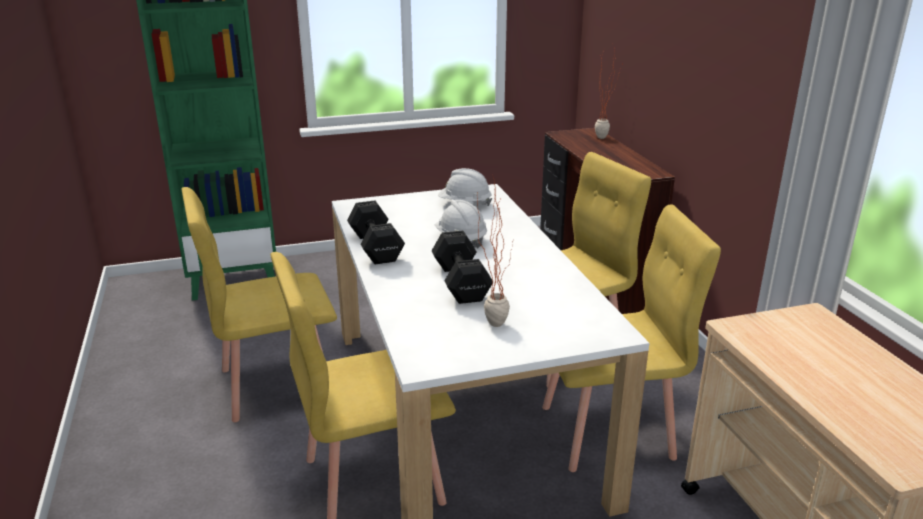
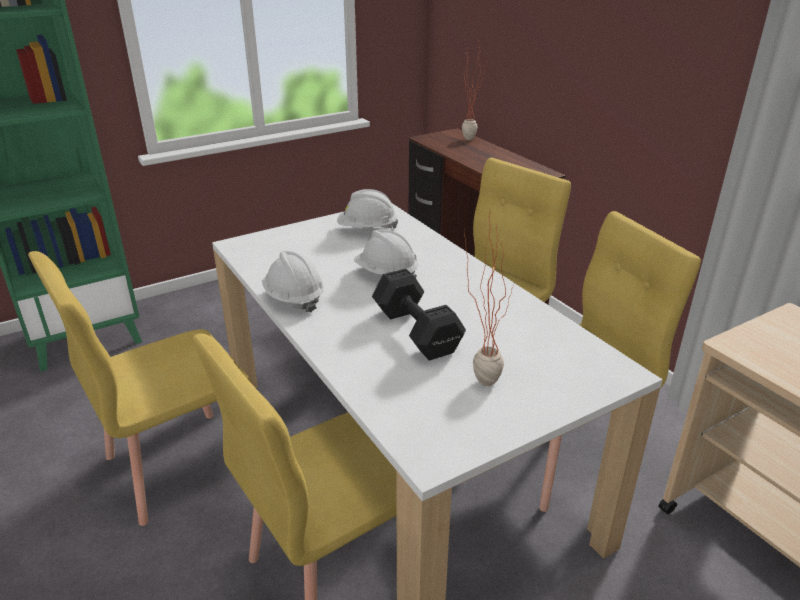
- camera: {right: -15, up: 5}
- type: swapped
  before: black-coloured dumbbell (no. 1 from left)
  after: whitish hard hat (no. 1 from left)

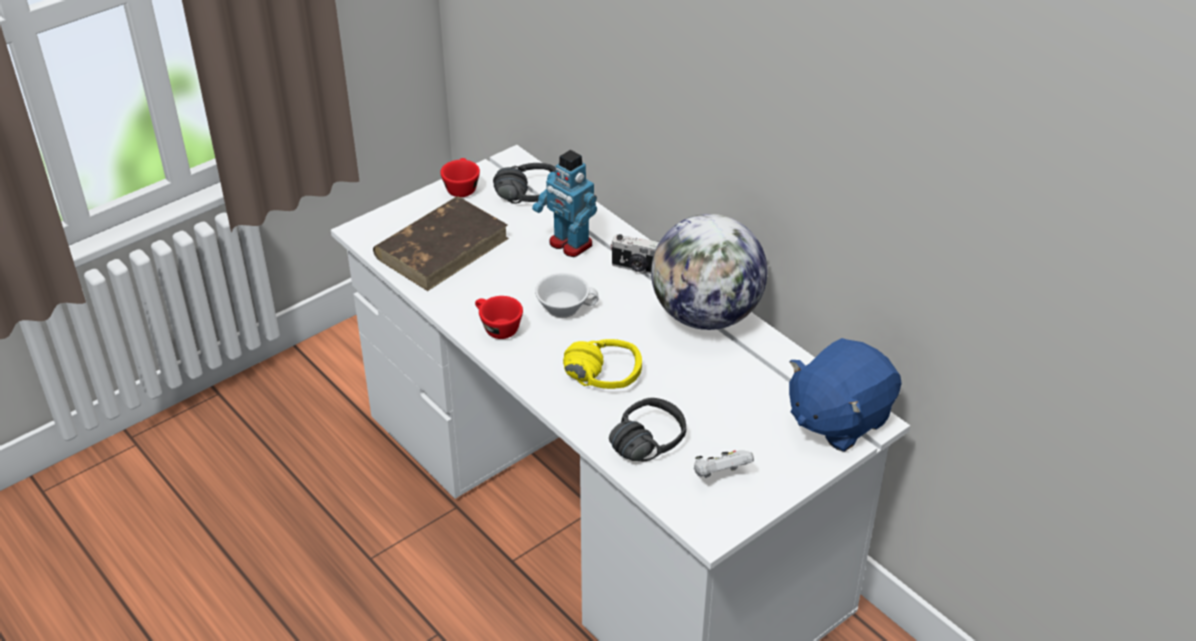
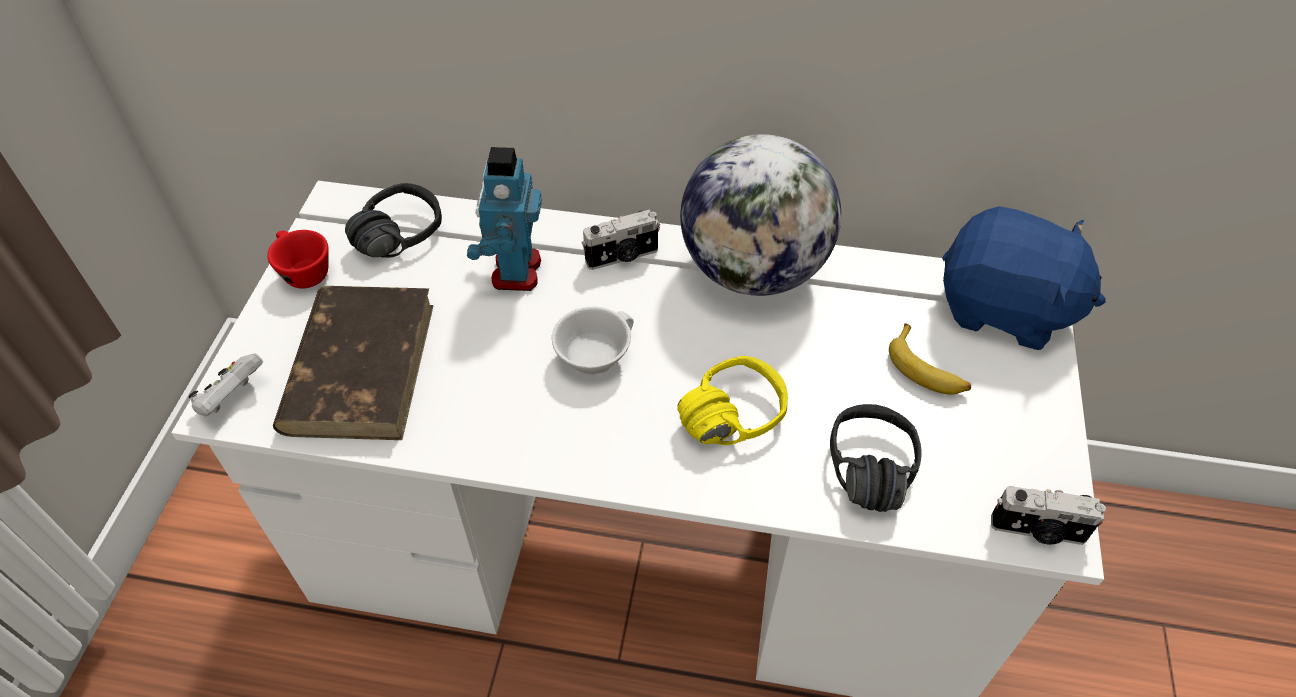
- camera: {right: -40, up: 10}
- type: gone
  before: reddish drinking cup (no. 2 from left)
- type: new
  after: banana
- type: new
  after: still camera (no. 2 from left)
- type: shifted
  before: whitish gamepad
- type: rotated
  before: robot figure
  turn: 90
- type: rotated
  before: bluish plush toy
  turn: -75

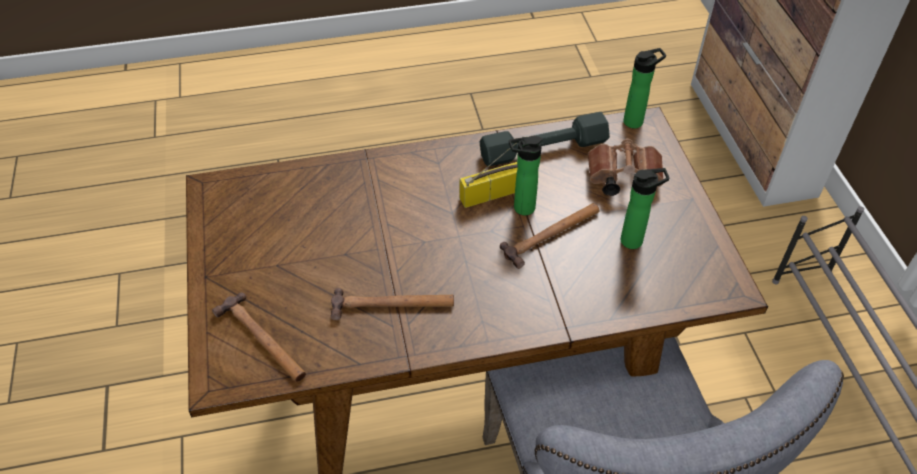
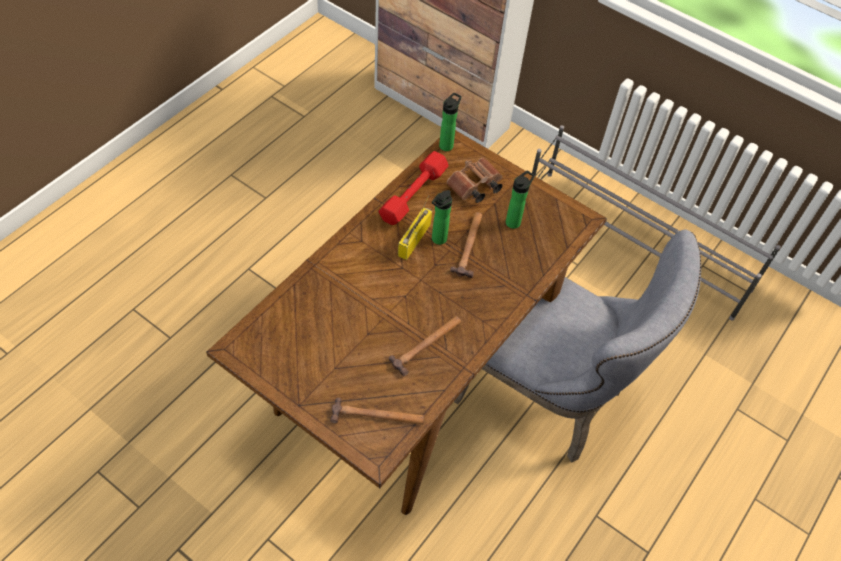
- camera: {right: -45, up: 5}
- type: repainted
  before: grey dumbbell
  after: reddish dumbbell

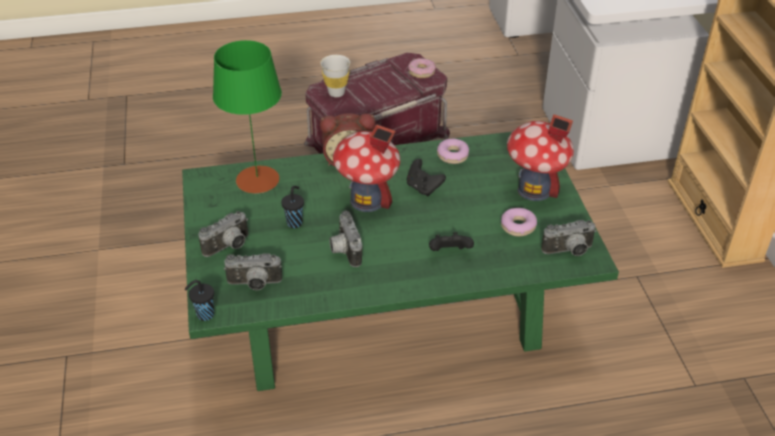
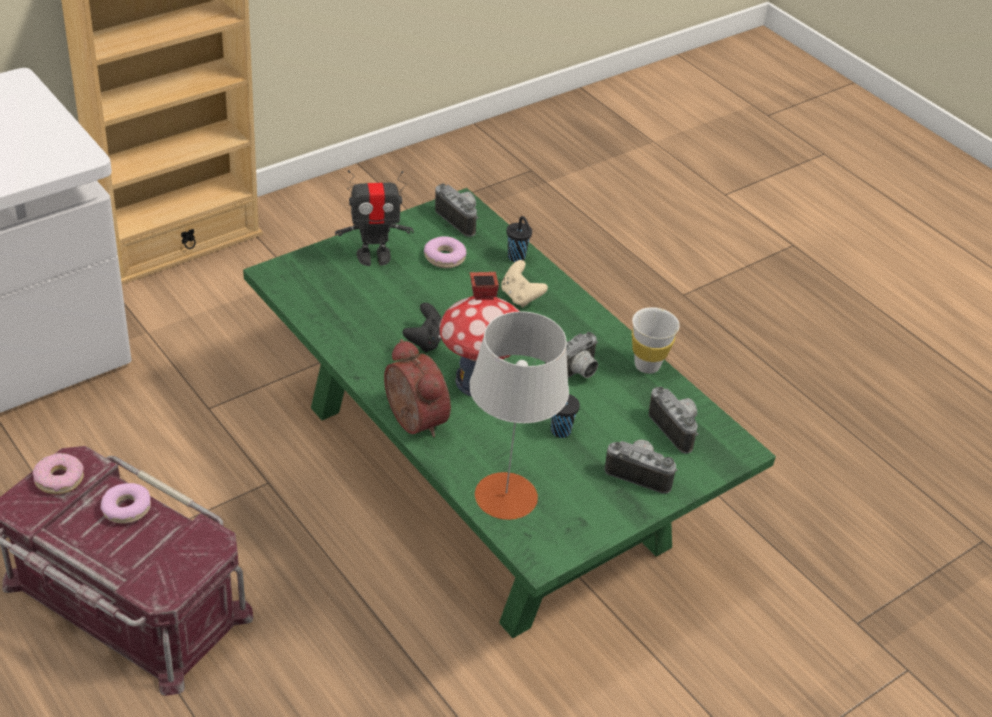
- camera: {right: -120, up: 0}
- type: shifted
  before: black-coloured drinking cup (no. 1 from left)
- type: shifted
  before: whitish drinking cup
- type: shifted
  before: ring doughnut (no. 2 from left)
- type: swapped
  before: miniature house (no. 2 from left)
  after: robot figure
- type: repainted
  before: green-coloured table lamp
  after: grey table lamp
- type: repainted
  before: black-coloured gamepad (no. 2 from left)
  after: beige gamepad

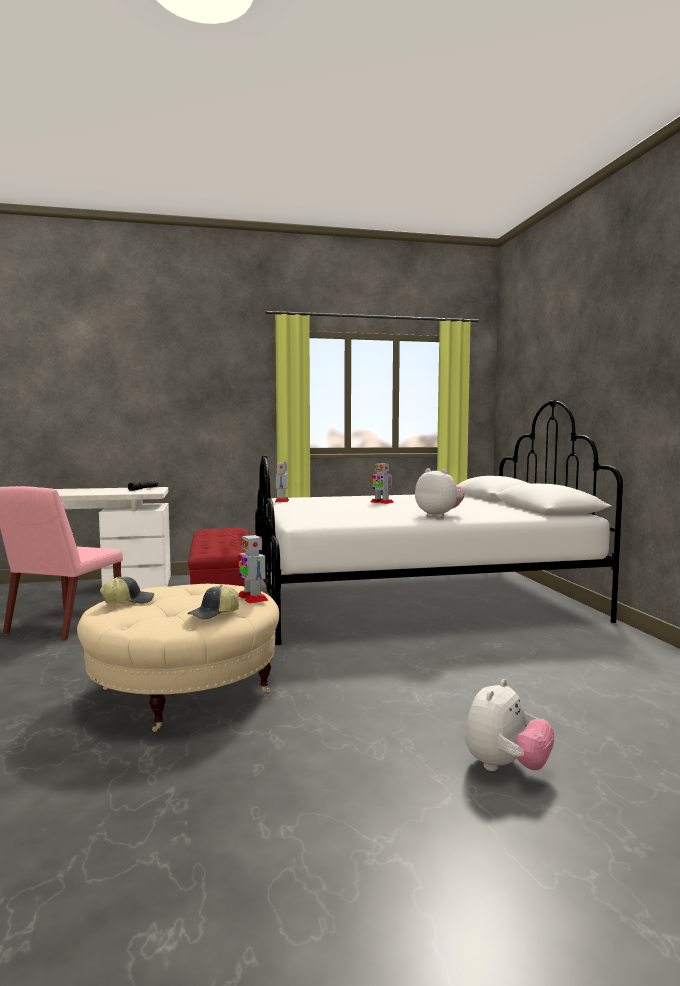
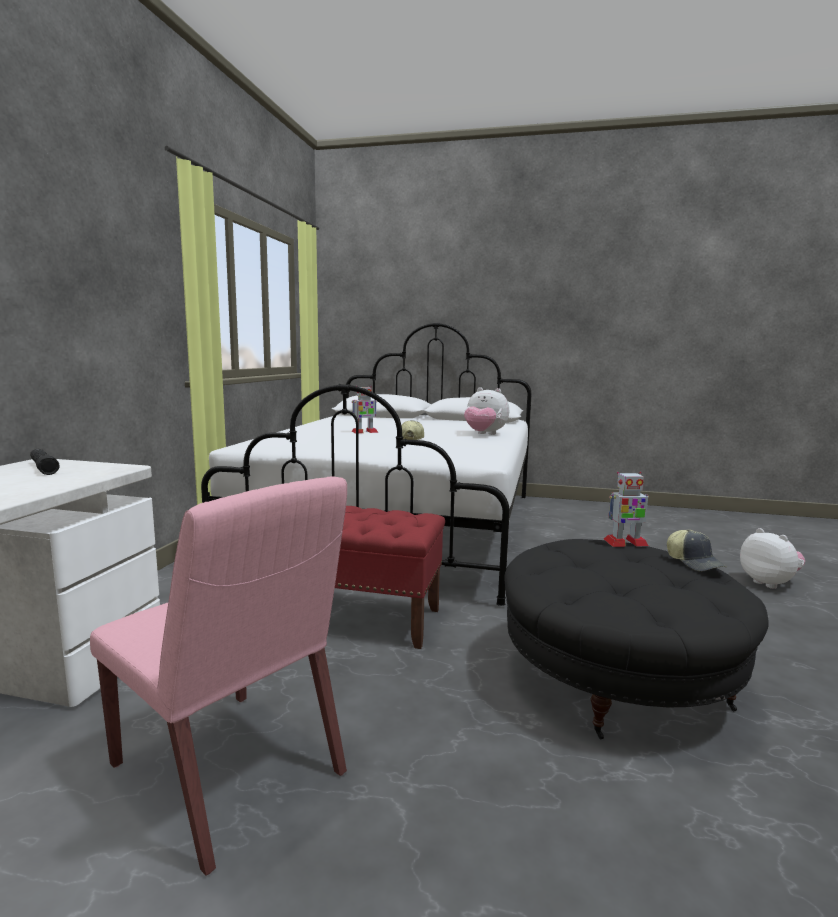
- camera: {right: -65, up: 5}
- type: gone
  before: robot figure (no. 2 from left)
- type: shifted
  before: baseball cap (no. 1 from left)
- type: repainted
  before: beige ottoman
  after: black-coloured ottoman
- type: rotated
  before: plush toy (no. 1 from left)
  turn: -135

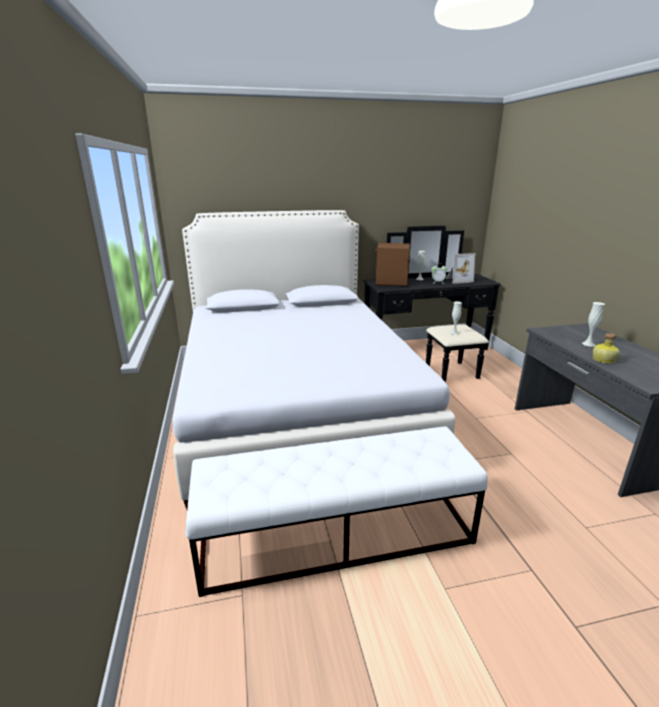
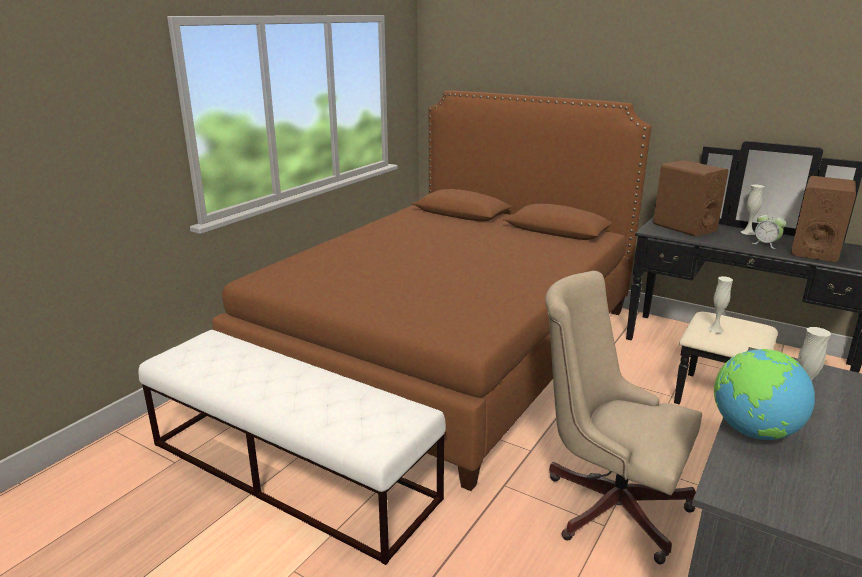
- camera: {right: 45, up: 0}
- type: new
  after: beige desk chair
- type: swapped
  before: standing frame
  after: brown-coloured loudspeaker (no. 2 from left)
- type: swapped
  before: beverage bottle
  after: world globe
- type: repainted
  before: whitish sleeping bed
  after: brown-coloured sleeping bed

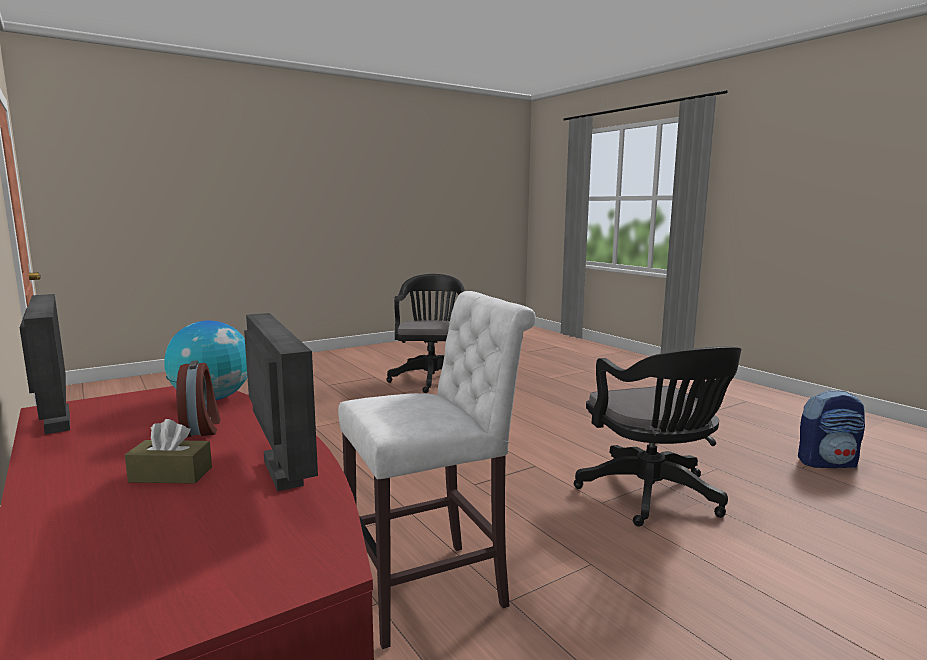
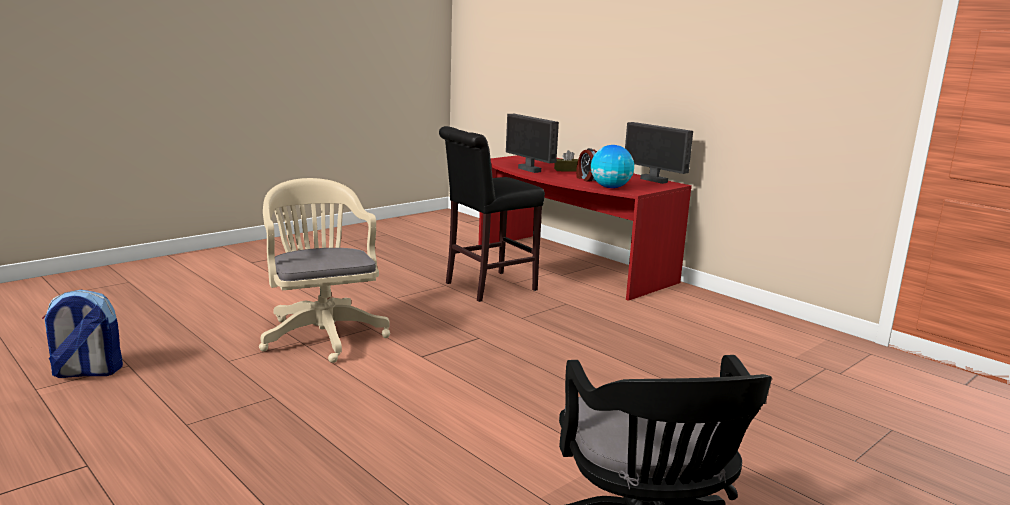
- camera: {right: 170, up: 5}
- type: repainted
  before: whitish stool seat
  after: black-coloured stool seat
- type: repainted
  before: black-coloured desk chair (no. 2 from left)
  after: beige desk chair

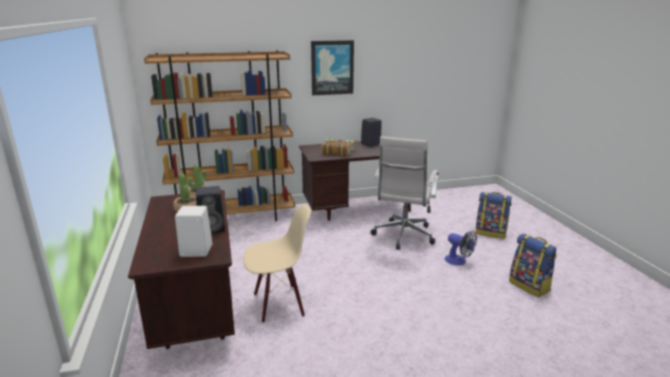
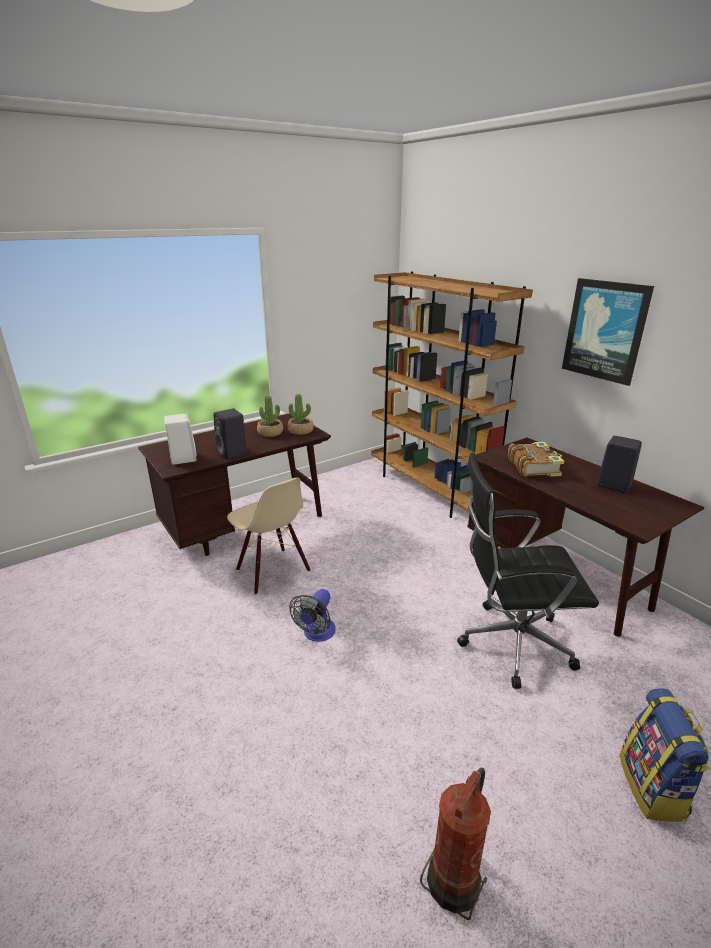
- camera: {right: 70, up: 5}
- type: shifted
  before: fan
- type: swapped
  before: backpack (no. 2 from left)
  after: fire extinguisher
- type: repainted
  before: whitish desk chair
  after: black-coloured desk chair

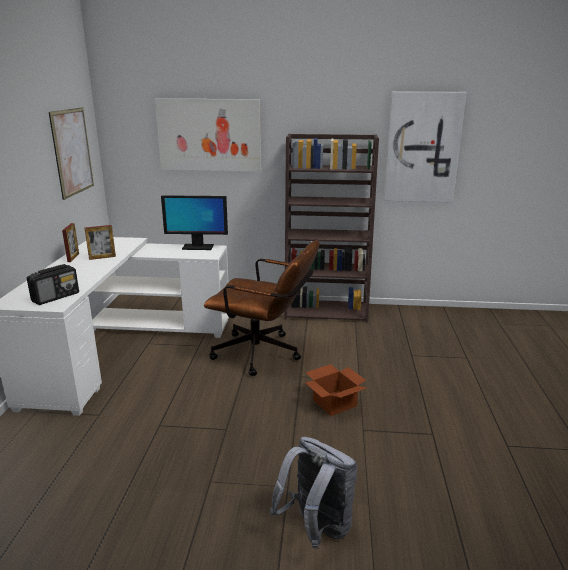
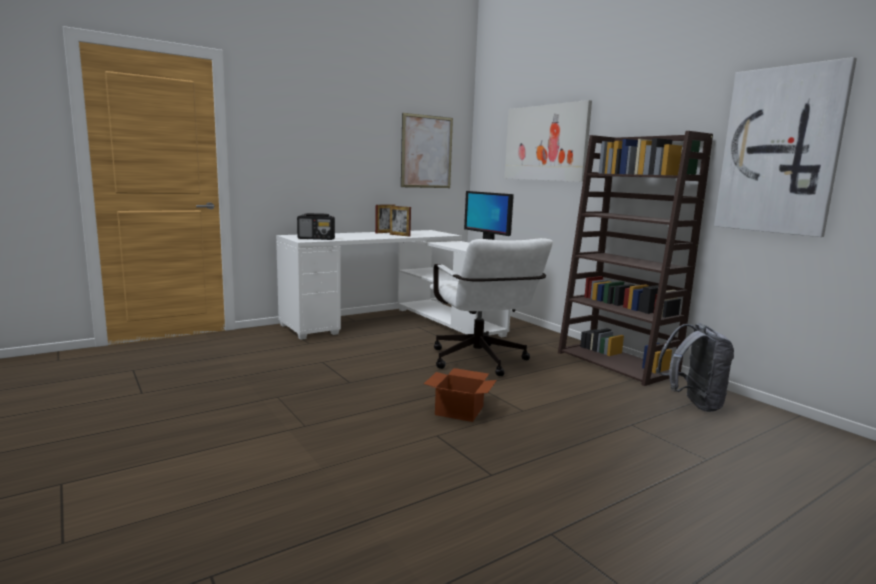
- camera: {right: 50, up: -10}
- type: shifted
  before: grey backpack
- type: repainted
  before: brown-coloured desk chair
  after: whitish desk chair

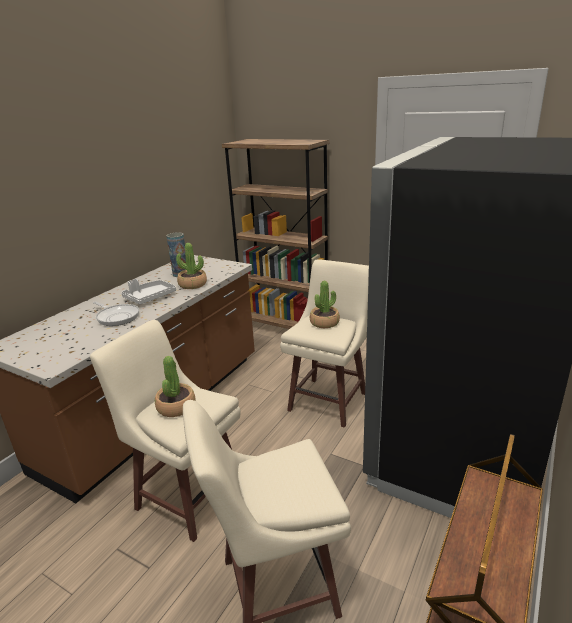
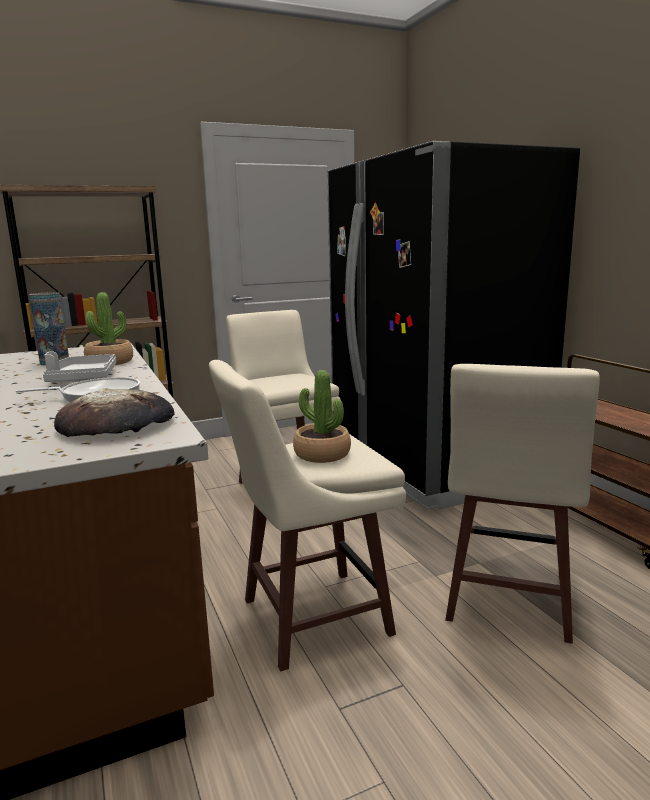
- camera: {right: -55, up: -10}
- type: gone
  before: houseplant (no. 3 from left)
- type: new
  after: baked bread

